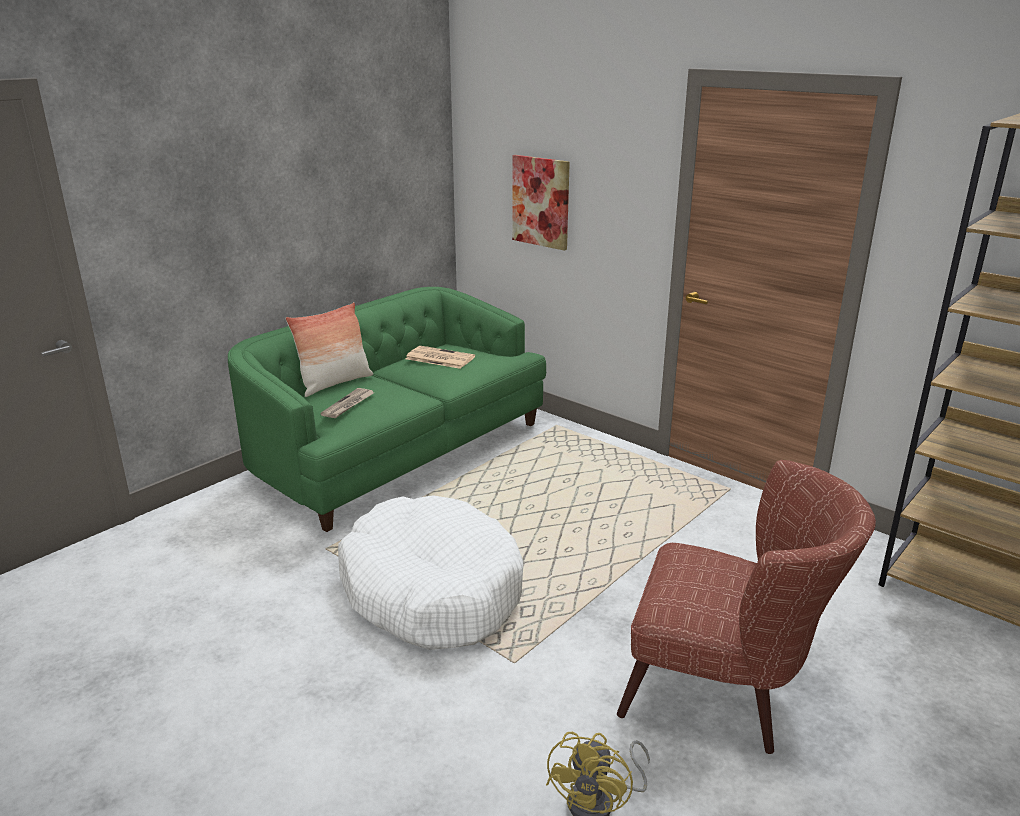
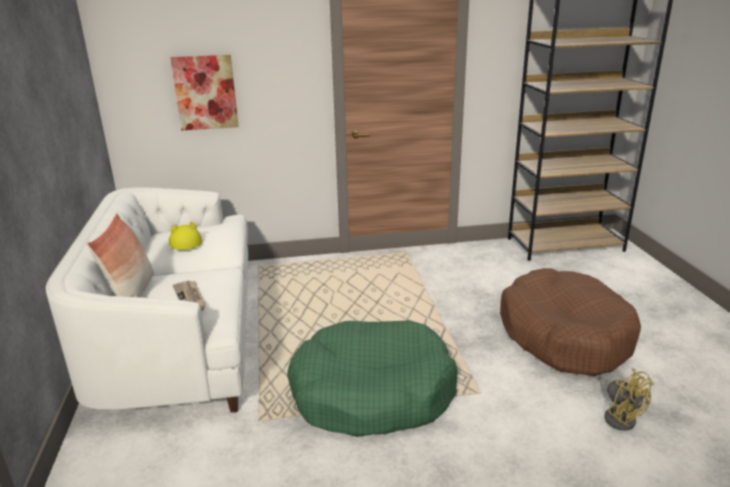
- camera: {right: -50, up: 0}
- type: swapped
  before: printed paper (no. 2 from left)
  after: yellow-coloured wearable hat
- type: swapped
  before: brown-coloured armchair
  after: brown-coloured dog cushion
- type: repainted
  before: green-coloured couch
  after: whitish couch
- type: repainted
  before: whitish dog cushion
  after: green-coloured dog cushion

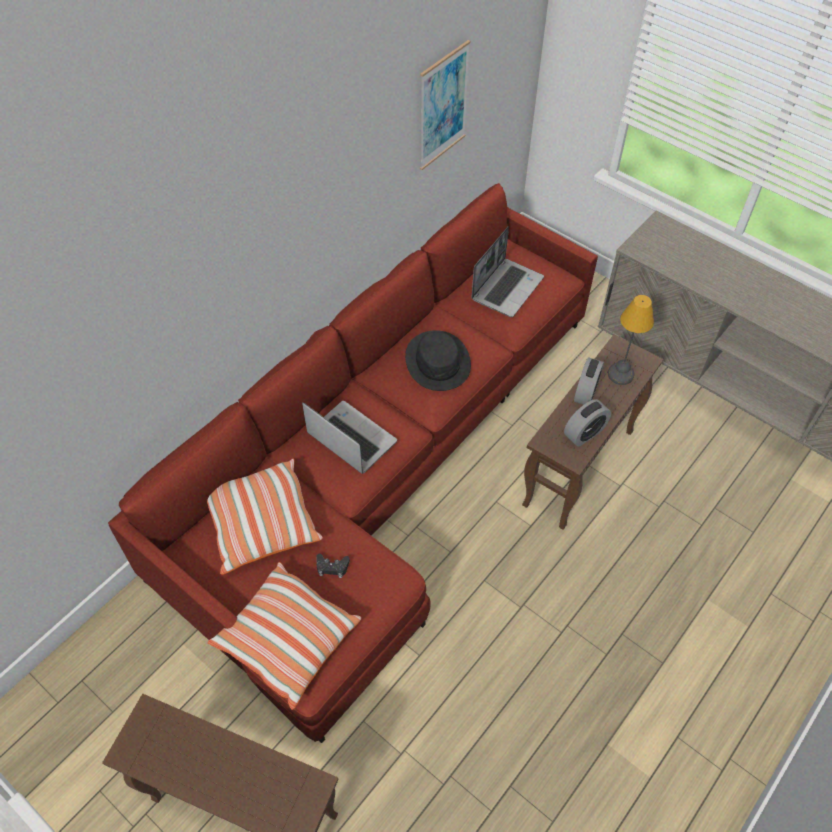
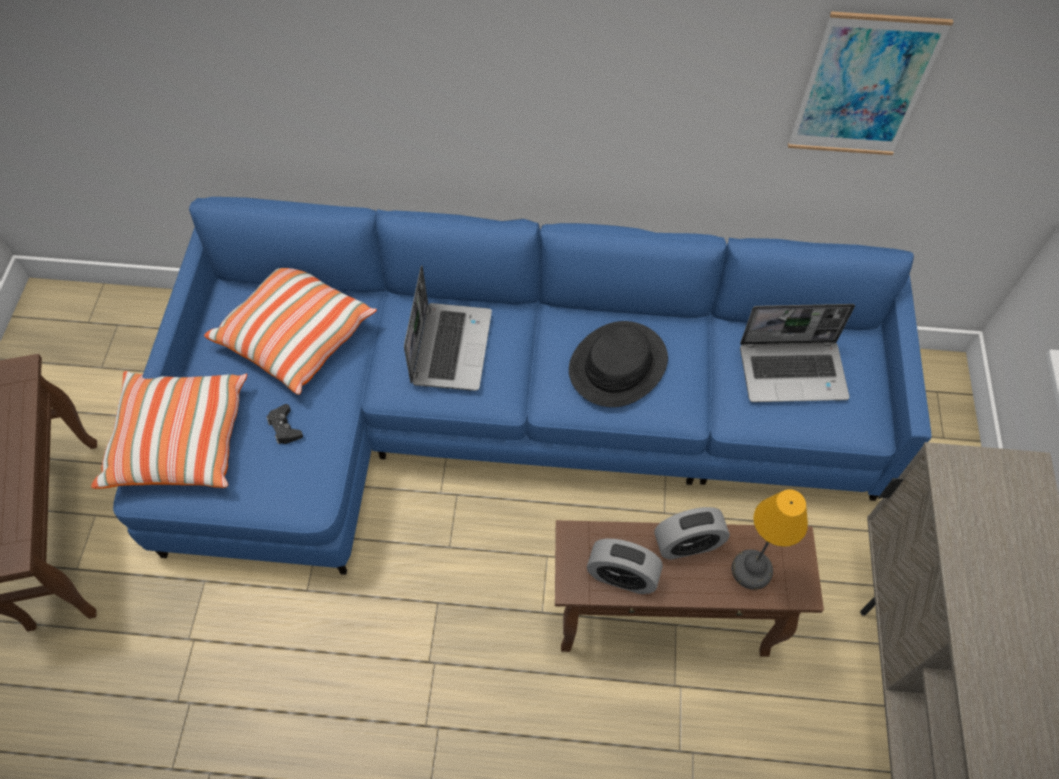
- camera: {right: 55, up: 5}
- type: repainted
  before: reddish couch
  after: bluish couch

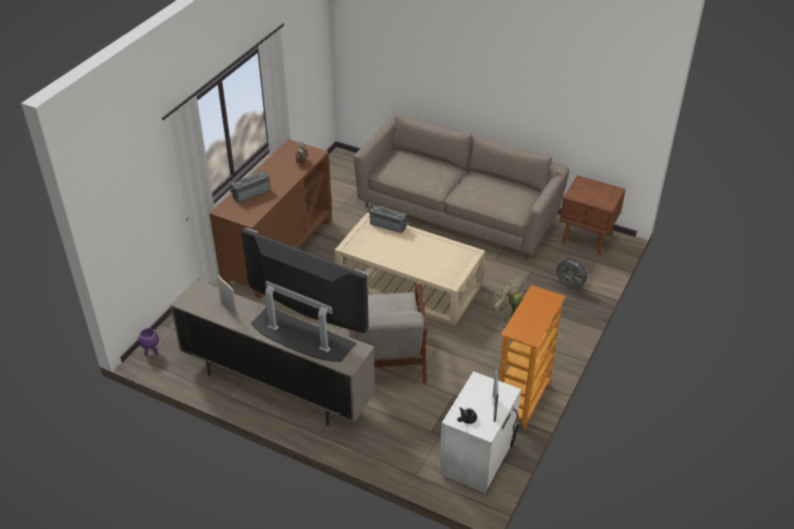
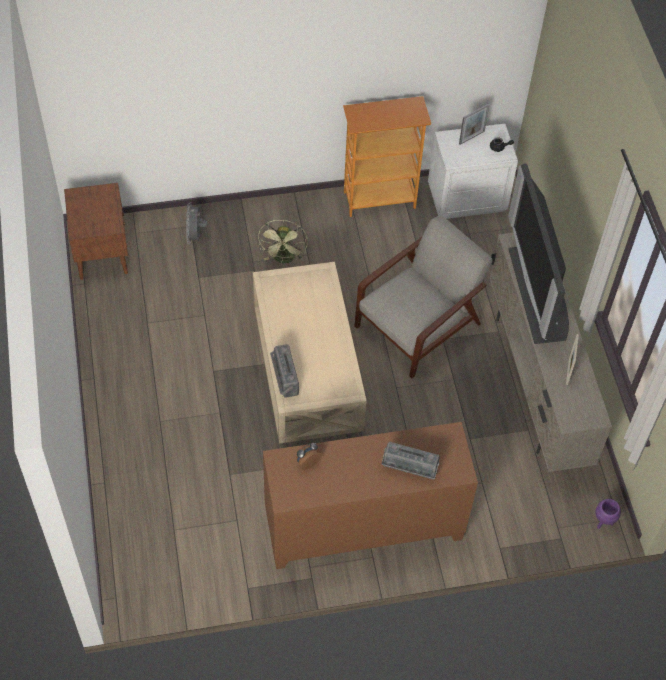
- camera: {right: -130, up: 15}
- type: gone
  before: beige couch

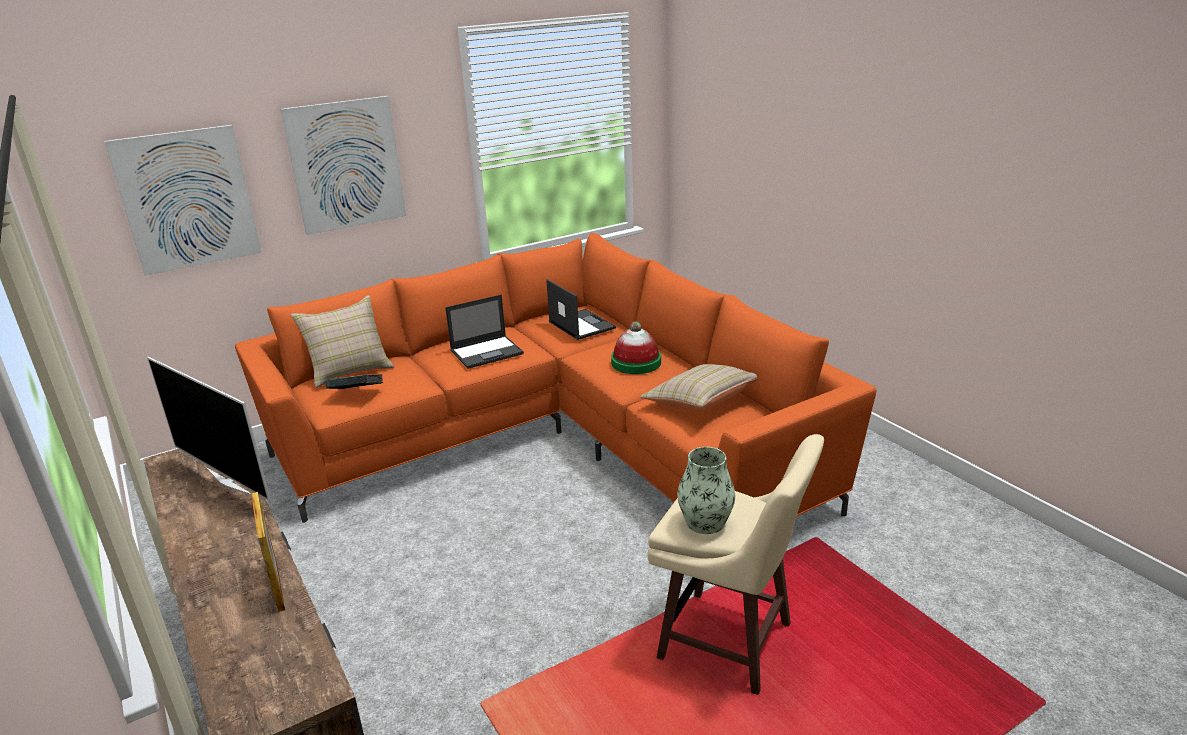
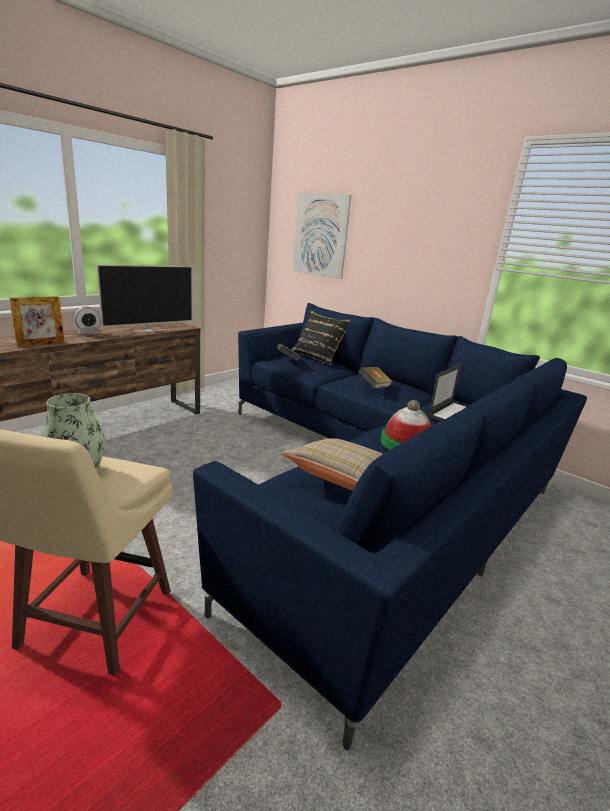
- camera: {right: 70, up: -5}
- type: gone
  before: picture (no. 2 from left)
- type: new
  after: alarm clock
- type: swapped
  before: laptop (no. 1 from left)
  after: book (no. 2 from left)
- type: repainted
  before: orangey couch
  after: bluish couch
- type: repainted
  before: beige pillow (no. 1 from left)
  after: black-coloured pillow
- type: rotated
  before: TV
  turn: -150

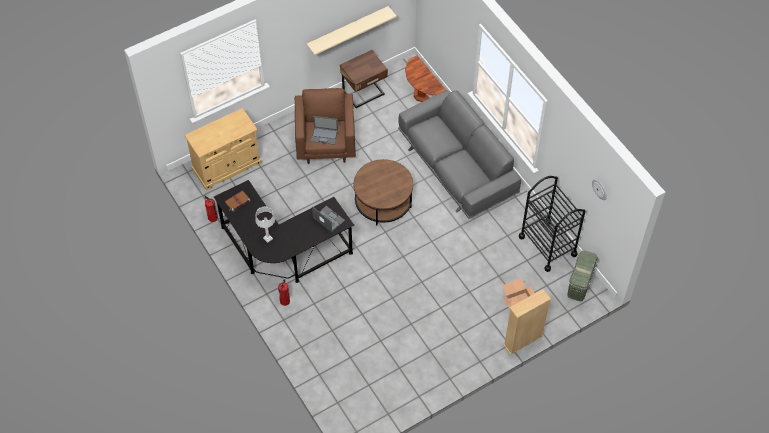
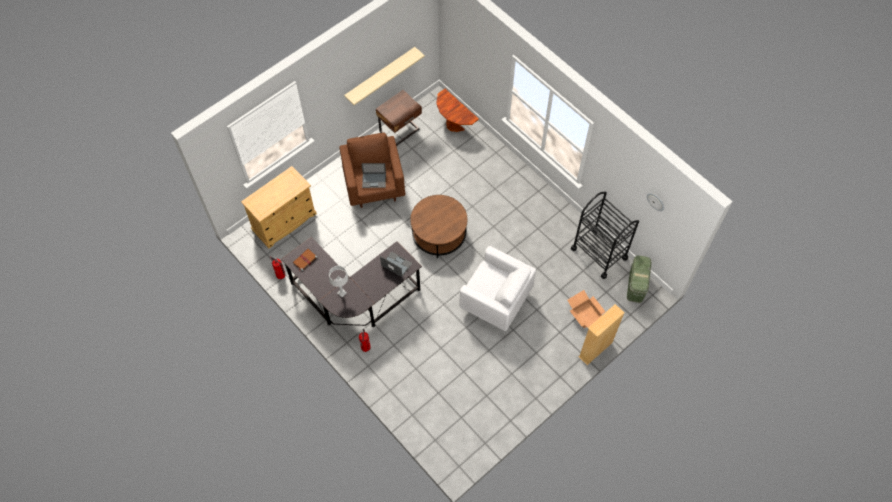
- camera: {right: -10, up: 5}
- type: gone
  before: grey couch
- type: new
  after: whitish armchair

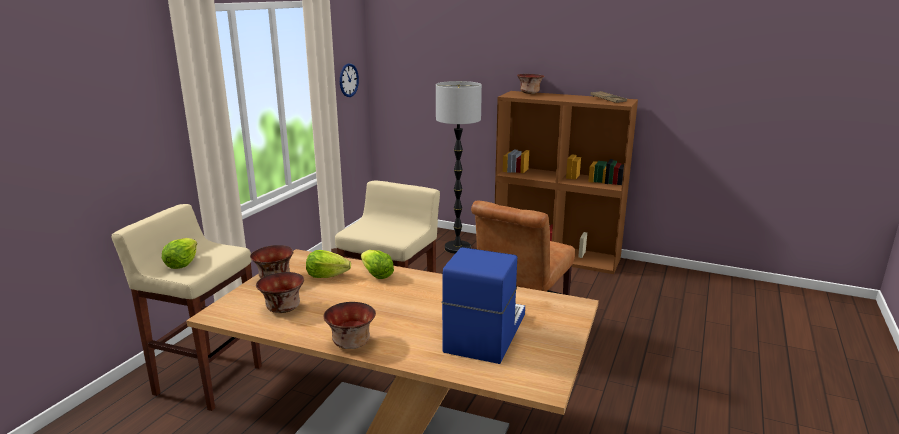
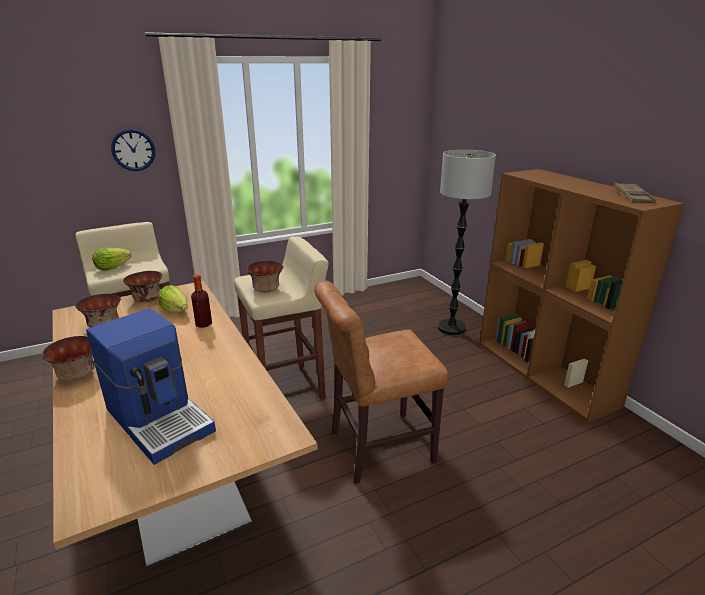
- camera: {right: 40, up: 5}
- type: shifted
  before: hanging clock
- type: shifted
  before: serving bowl (no. 4 from left)
- type: swapped
  before: lettuce head (no. 3 from left)
  after: beverage bottle
- type: rotated
  before: coffee maker
  turn: 75

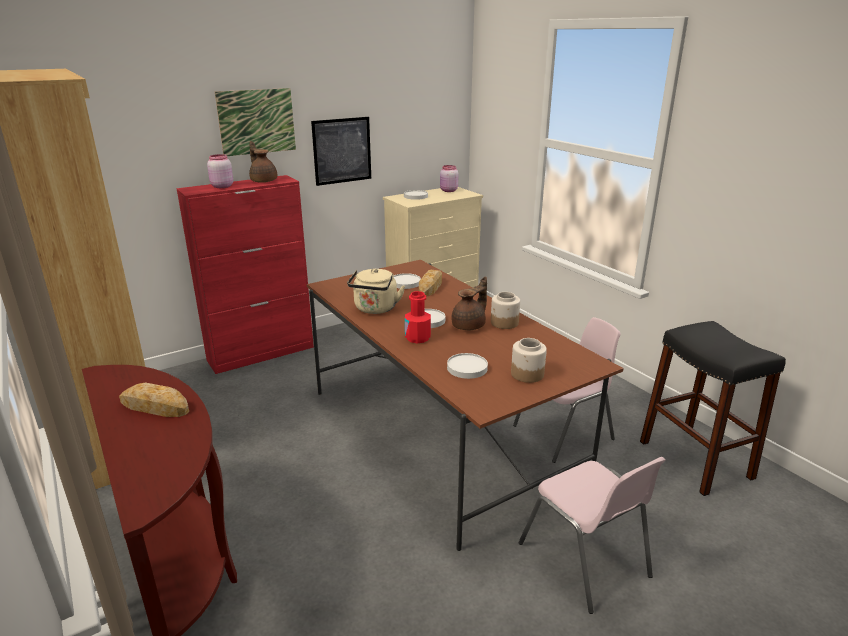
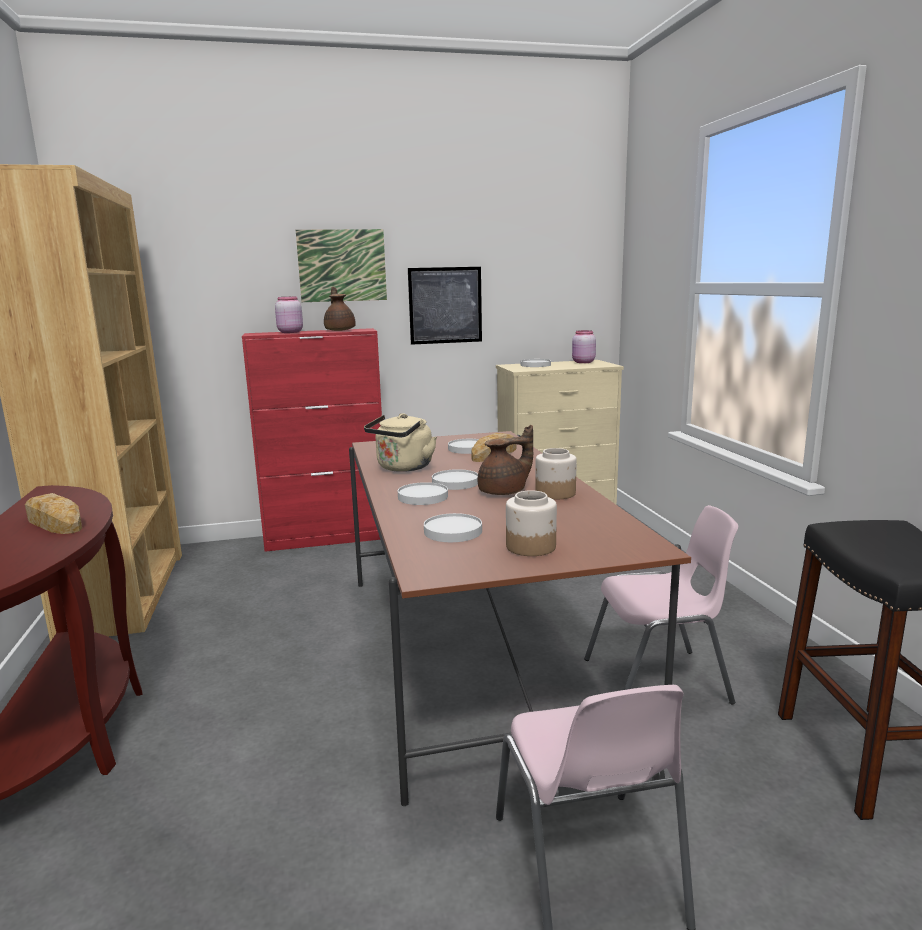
- camera: {right: 20, up: -10}
- type: swapped
  before: reddish beverage bottle
  after: whitish plate (no. 1 from left)

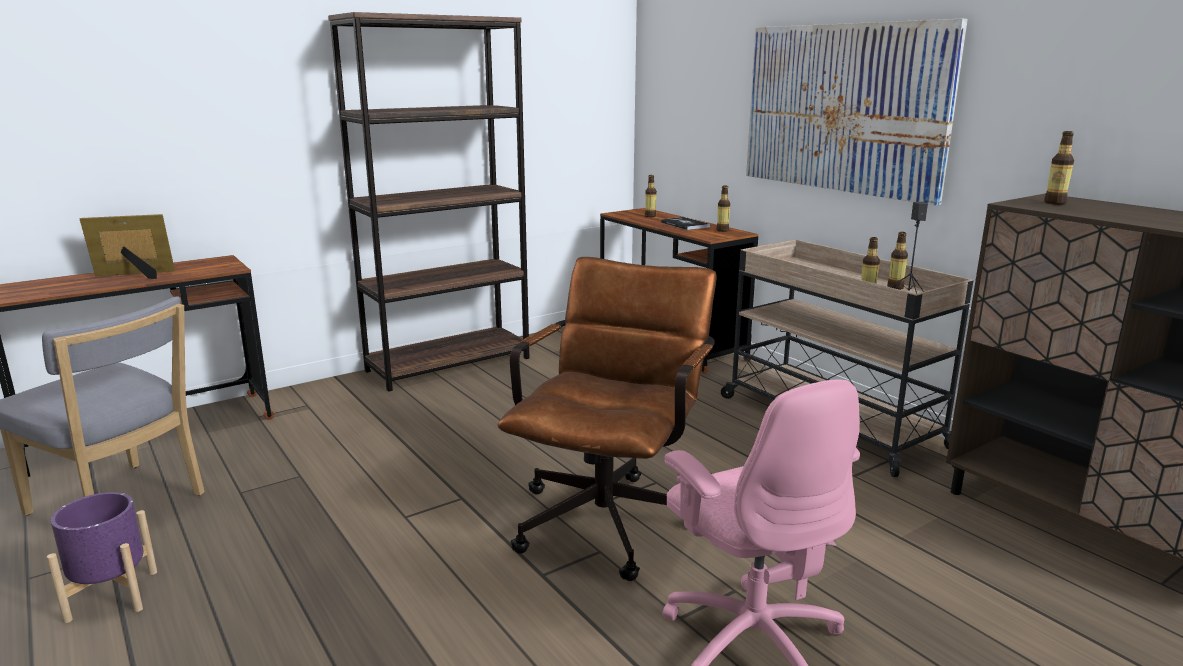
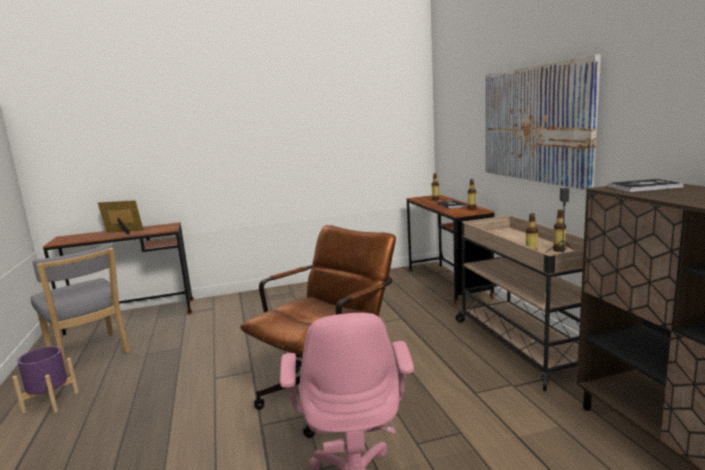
- camera: {right: 20, up: -5}
- type: gone
  before: brown-coloured shelving unit
- type: swapped
  before: beverage bottle (no. 5 from left)
  after: book (no. 2 from left)

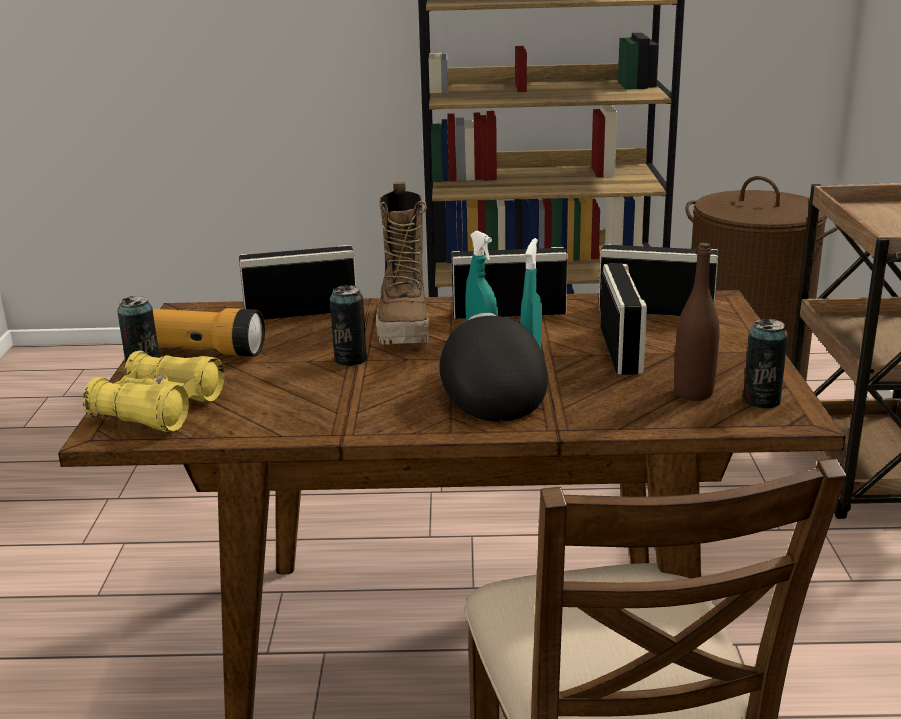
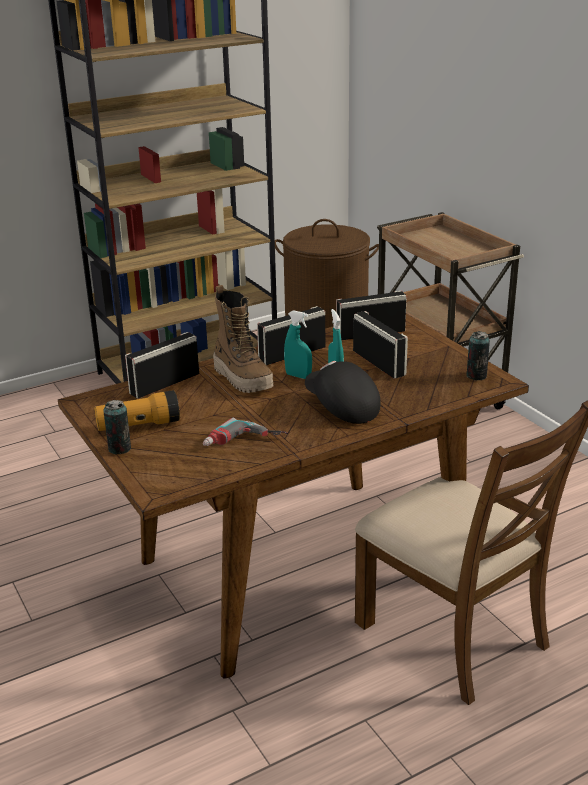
- camera: {right: -30, up: 5}
- type: gone
  before: yellow-coloured binoculars
- type: gone
  before: sealed can (no. 2 from left)
- type: gone
  before: brown-coloured beverage bottle
- type: new
  after: drill

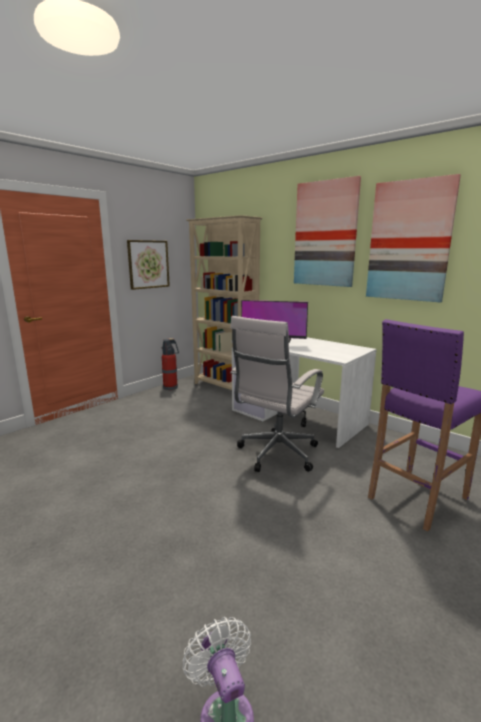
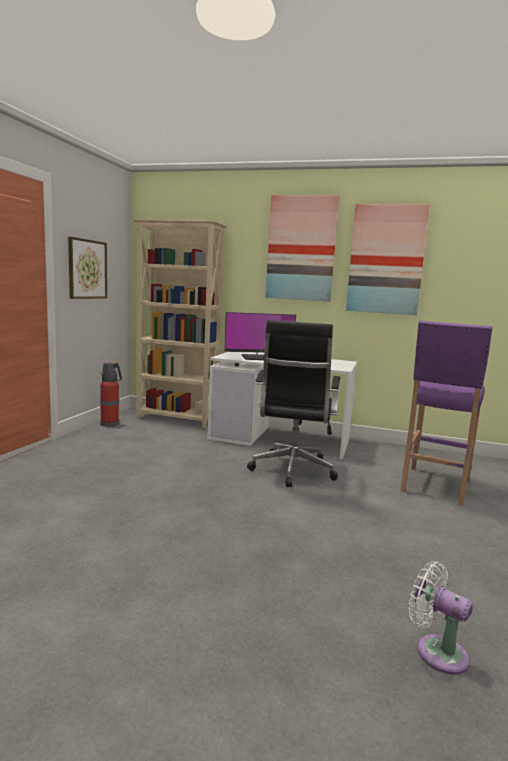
- camera: {right: -25, up: -5}
- type: repainted
  before: whitish desk chair
  after: black-coloured desk chair

